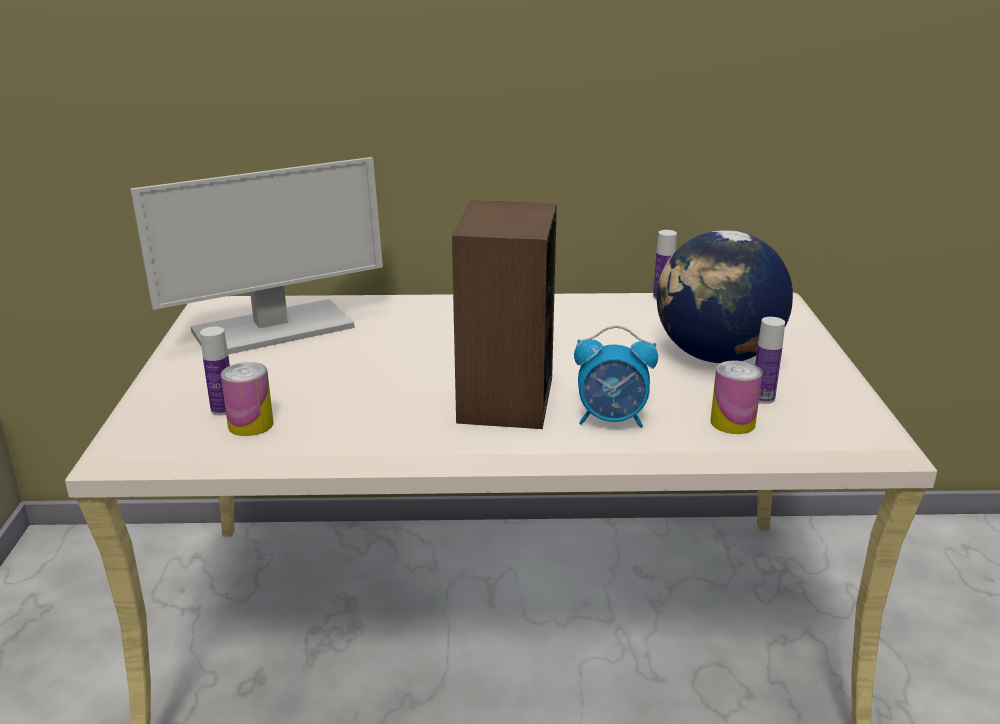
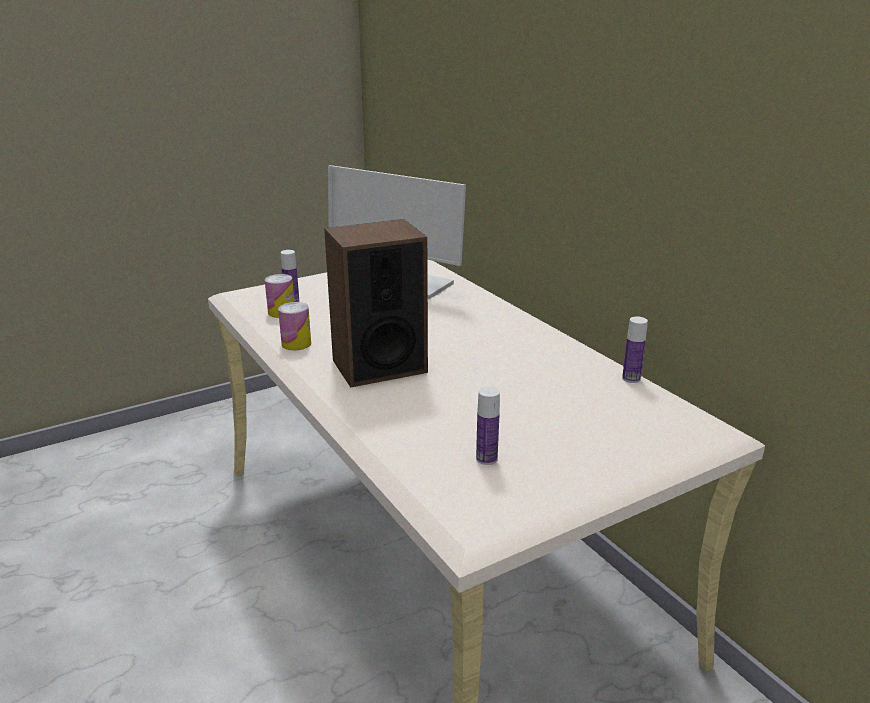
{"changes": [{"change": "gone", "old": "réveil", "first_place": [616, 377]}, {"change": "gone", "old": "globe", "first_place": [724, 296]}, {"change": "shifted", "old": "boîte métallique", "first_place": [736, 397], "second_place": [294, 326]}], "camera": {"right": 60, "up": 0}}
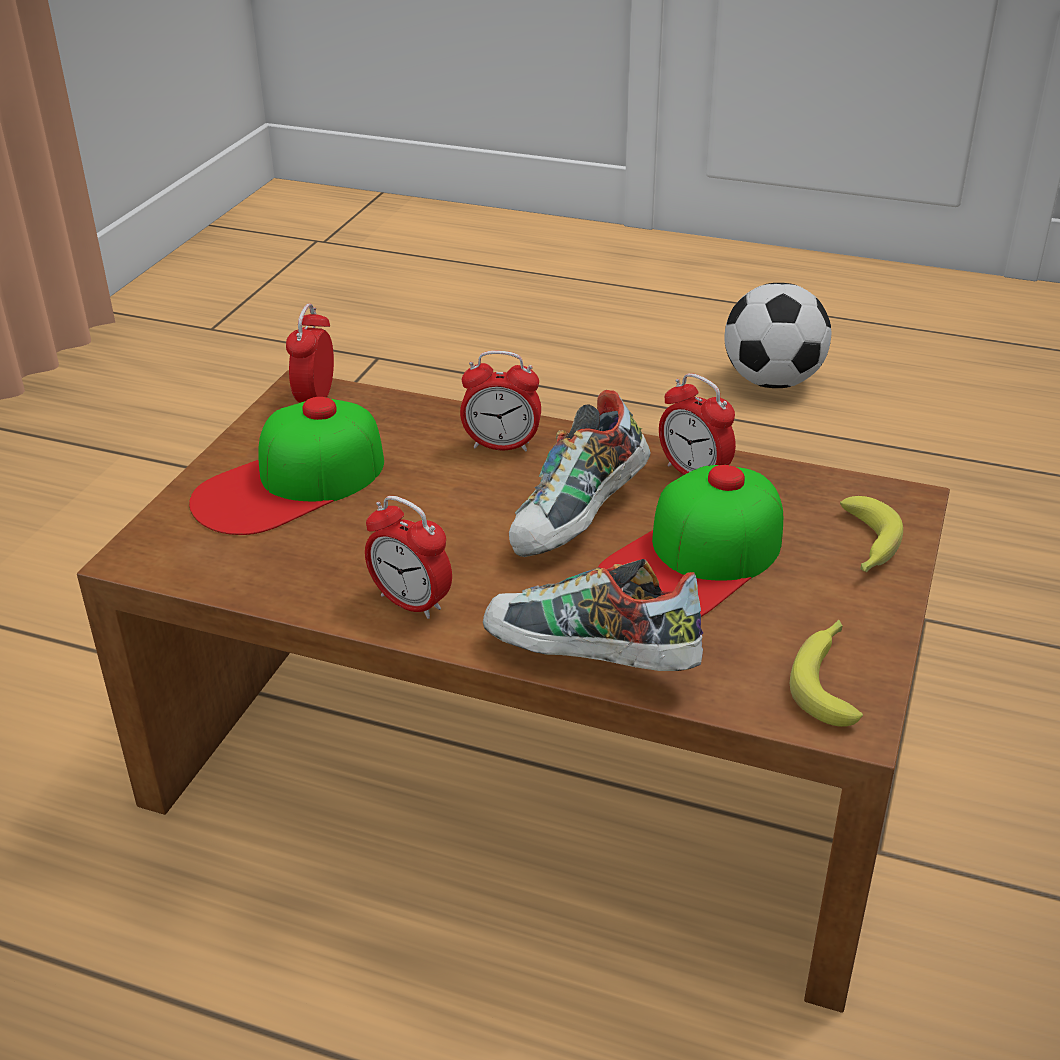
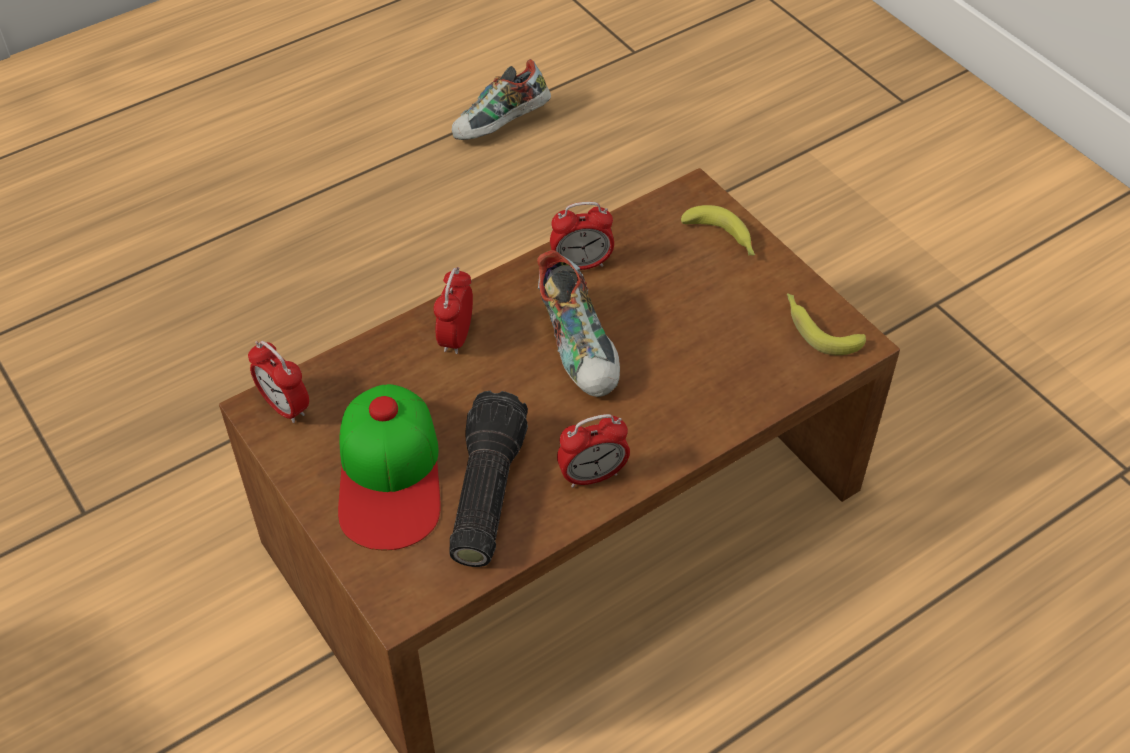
{"changes": [{"change": "rotated", "old": "réveil", "first_place": [500, 401], "second_place": [453, 310], "degrees": 150}, {"change": "shifted", "old": "chaussure", "first_place": [593, 615], "second_place": [501, 99]}, {"change": "gone", "old": "casquette", "first_place": [690, 541]}, {"change": "gone", "old": "ballon de foot", "first_place": [778, 335]}, {"change": "new", "new": "lampe de poche", "second_place": [488, 478]}], "camera": {"right": -55, "up": 15}}
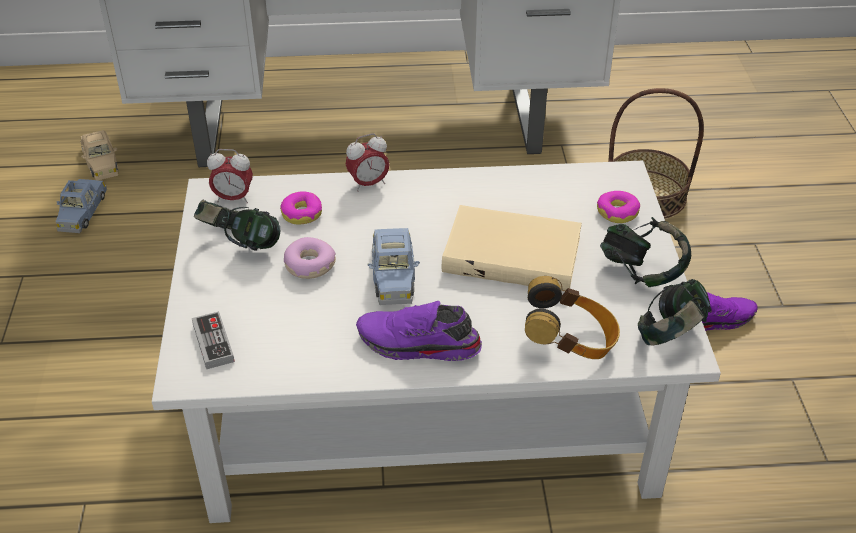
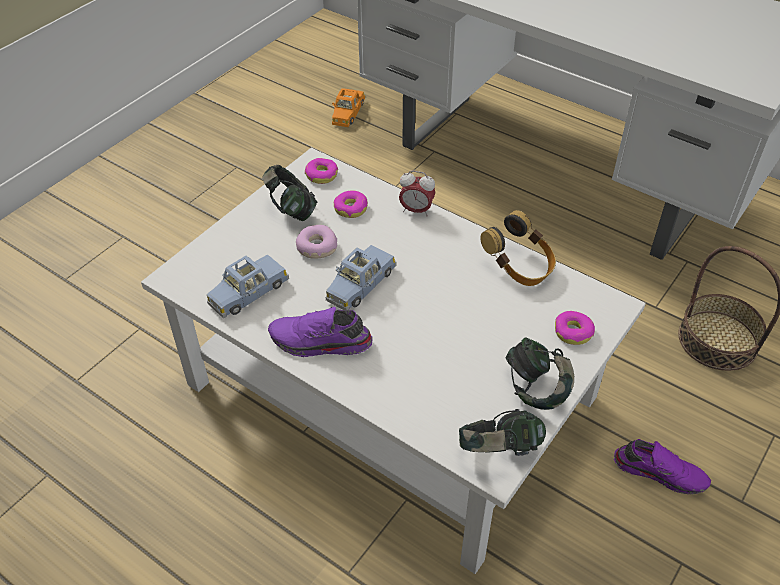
{"changes": [{"change": "shifted", "old": "petite voiture/bleu", "first_place": [81, 206], "second_place": [247, 286]}, {"change": "repainted", "old": "petite voiture/beige", "new": "petite voiture/orange", "first_place": [99, 155], "second_place": [348, 107]}, {"change": "gone", "old": "manette", "first_place": [213, 340]}, {"change": "swapped", "old": "réveil", "new": "beignet", "first_place": [230, 176], "second_place": [321, 171]}, {"change": "rotated", "old": "chaussure/violet", "first_place": [419, 331], "second_place": [320, 332], "degrees": -45}, {"change": "gone", "old": "livre/beige", "first_place": [512, 248]}, {"change": "shifted", "old": "casque audio", "first_place": [572, 317], "second_place": [518, 248]}], "camera": {"right": 40, "up": 5}}
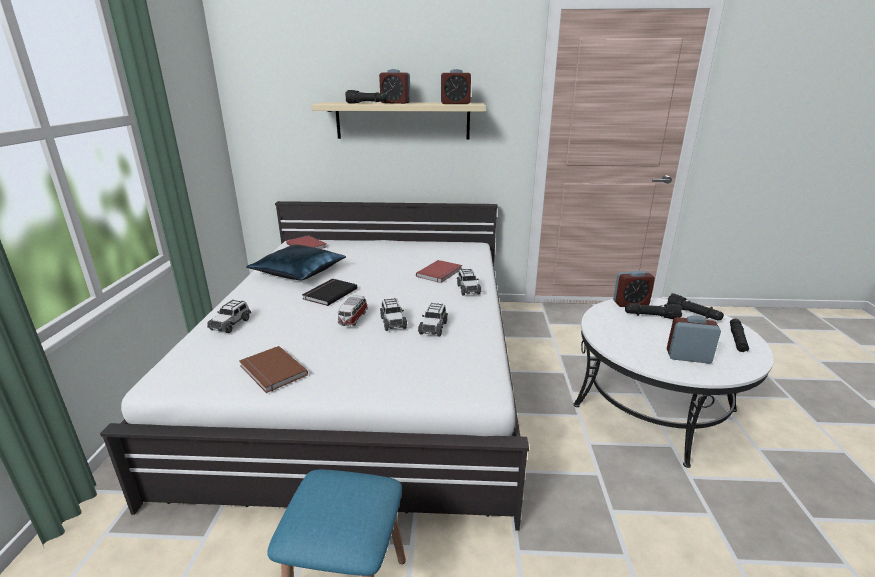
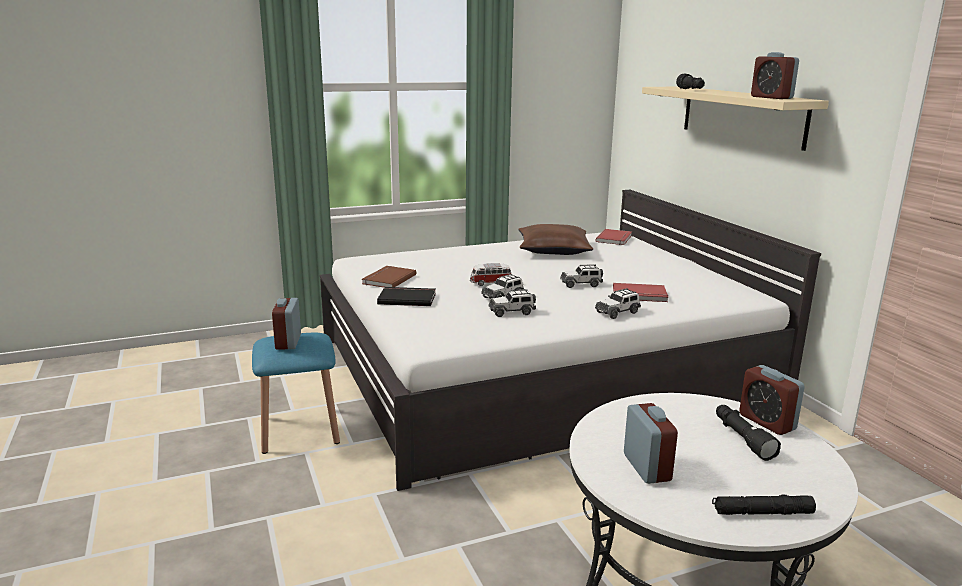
{"changes": [{"change": "shifted", "old": "petite voiture", "first_place": [229, 316], "second_place": [581, 276]}, {"change": "repainted", "old": "coussin/bleu", "new": "coussin/marron", "first_place": [296, 262], "second_place": [555, 239]}, {"change": "shifted", "old": "livre/noir", "first_place": [329, 292], "second_place": [406, 296]}, {"change": "shifted", "old": "réveil", "first_place": [395, 86], "second_place": [286, 324]}, {"change": "gone", "old": "lampe de poche/noir", "first_place": [695, 306]}], "camera": {"right": 65, "up": -5}}
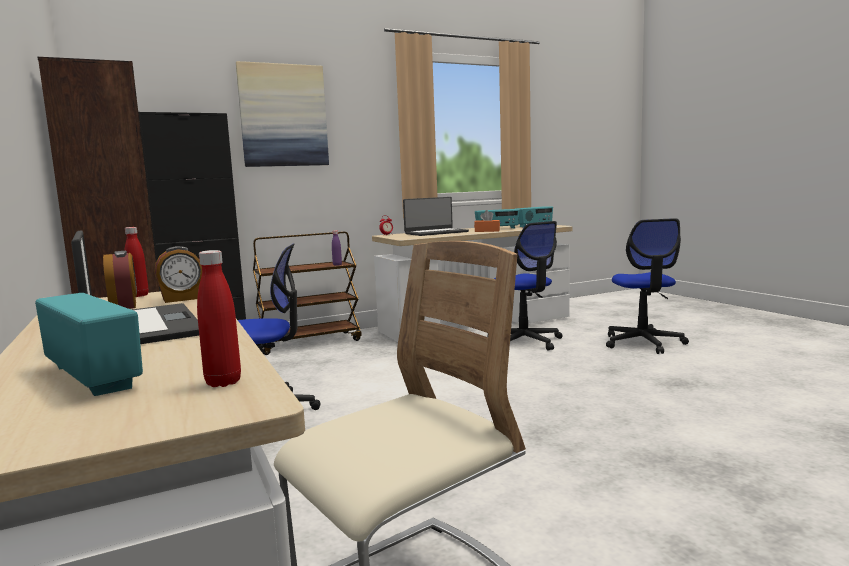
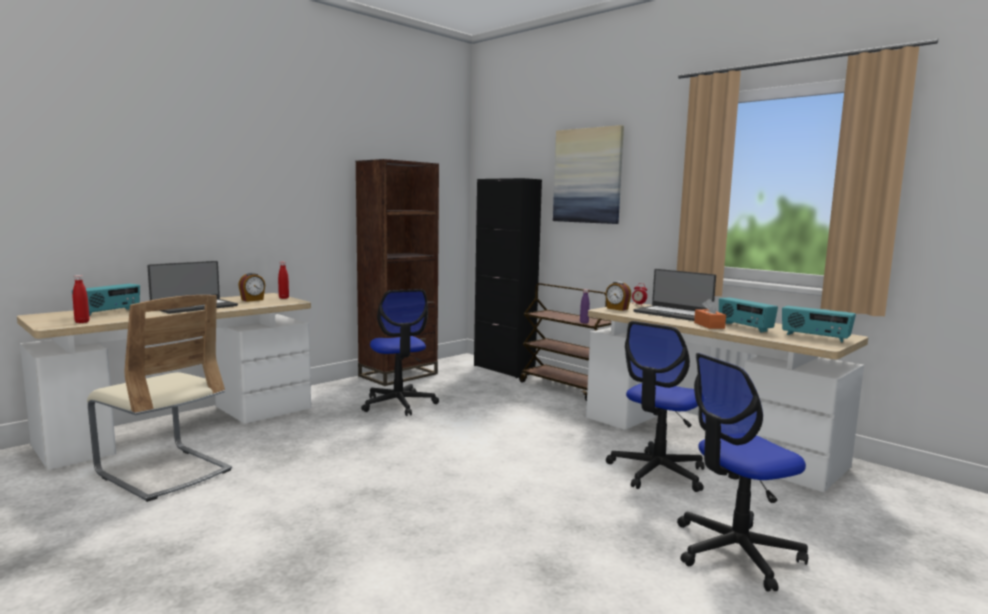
{"changes": [{"change": "shifted", "old": "réveil", "first_place": [178, 274], "second_place": [618, 296]}], "camera": {"right": 70, "up": 0}}
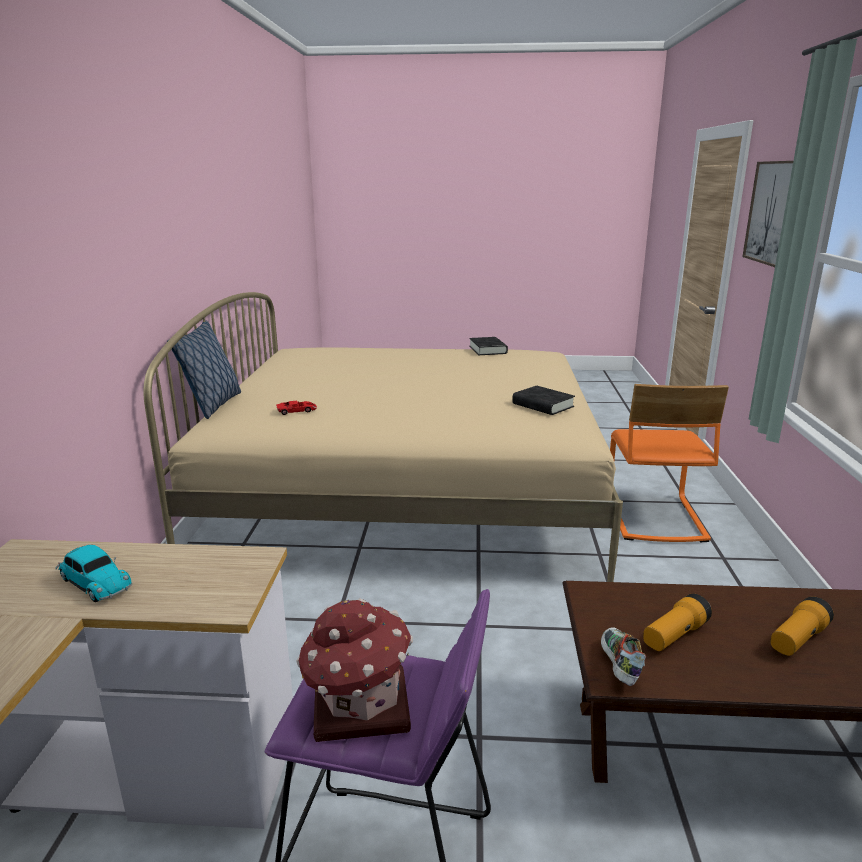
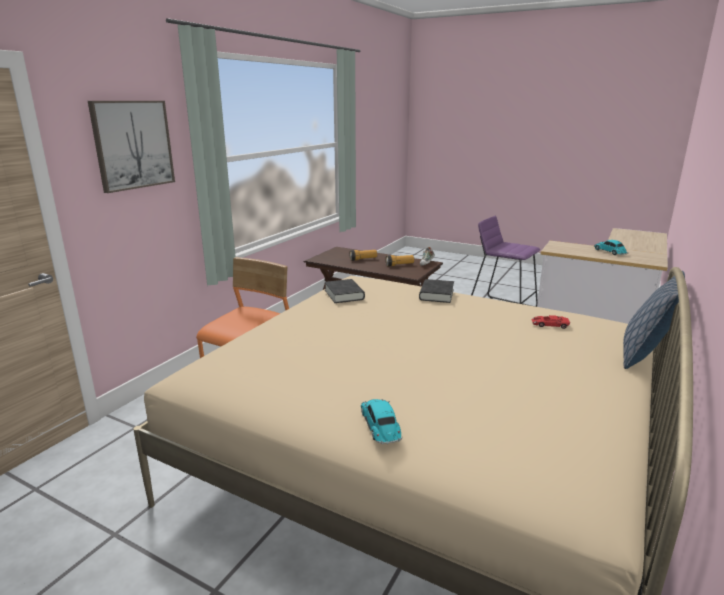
{"changes": [{"change": "gone", "old": "maison miniature", "first_place": [354, 670]}, {"change": "shifted", "old": "livre/noir", "first_place": [488, 346], "second_place": [436, 291]}, {"change": "new", "new": "petite voiture", "second_place": [382, 421]}], "camera": {"right": -155, "up": 0}}
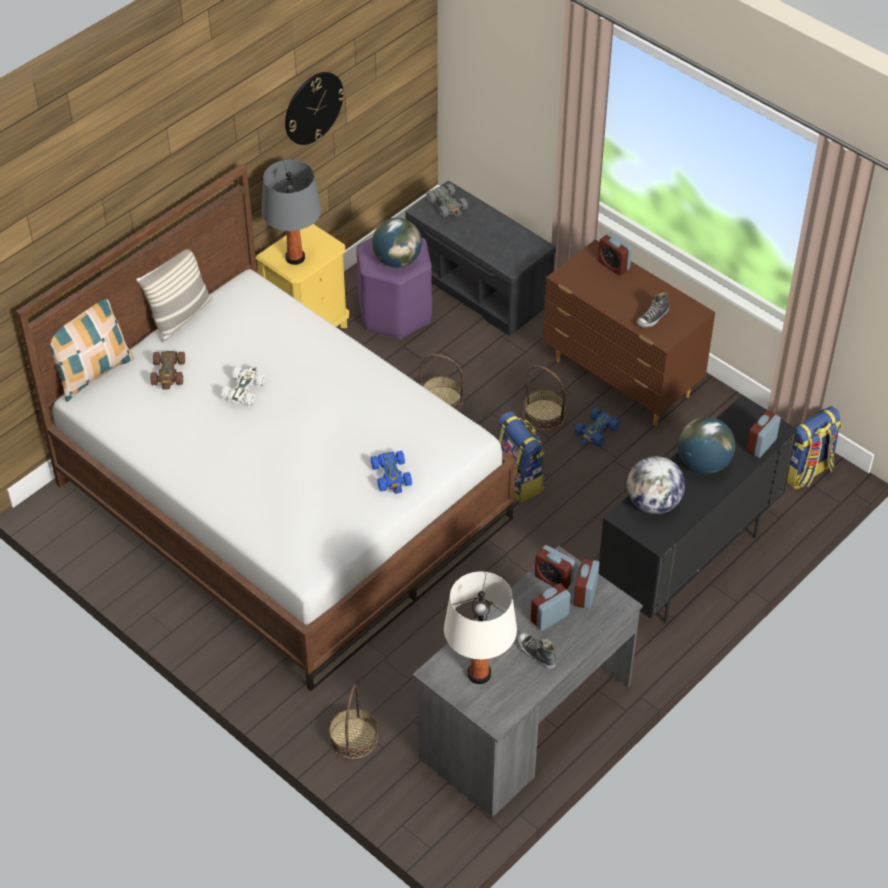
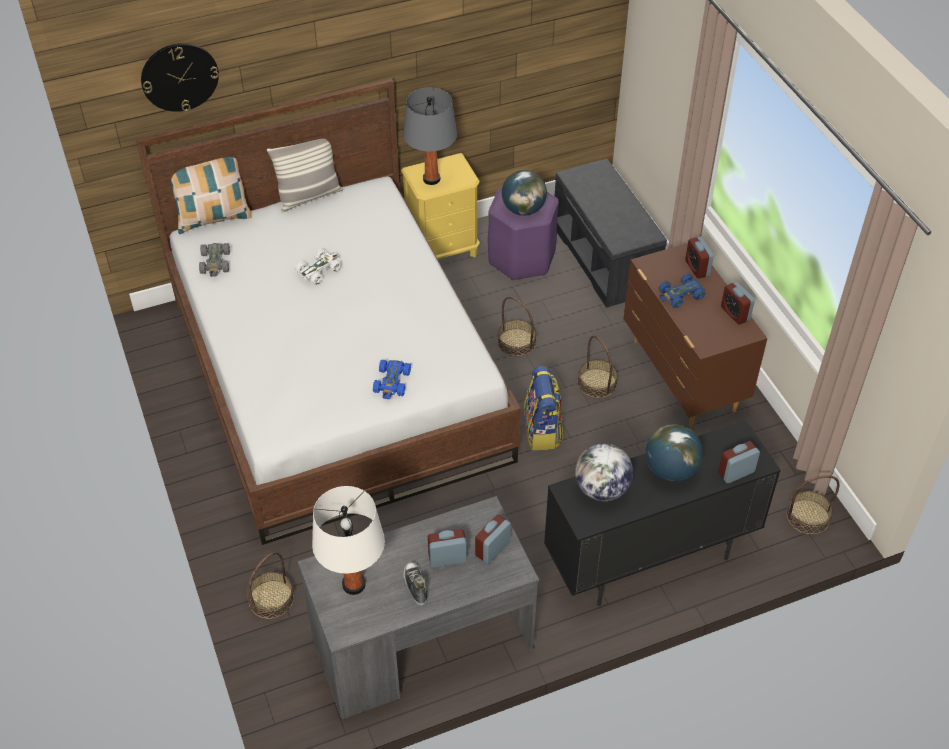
{"changes": [{"change": "gone", "old": "petite voiture/marron", "first_place": [167, 370]}, {"change": "shifted", "old": "horloge murale", "first_place": [315, 108], "second_place": [180, 77]}, {"change": "shifted", "old": "petite voiture/gris", "first_place": [447, 200], "second_place": [214, 260]}, {"change": "shifted", "old": "réveil", "first_place": [555, 567], "second_place": [738, 303]}, {"change": "shifted", "old": "petite voiture/bleu", "first_place": [597, 427], "second_place": [682, 291]}, {"change": "gone", "old": "chaussure", "first_place": [653, 310]}, {"change": "swapped", "old": "sac à dos", "new": "panier", "first_place": [814, 447], "second_place": [812, 505]}], "camera": {"right": 25, "up": 0}}
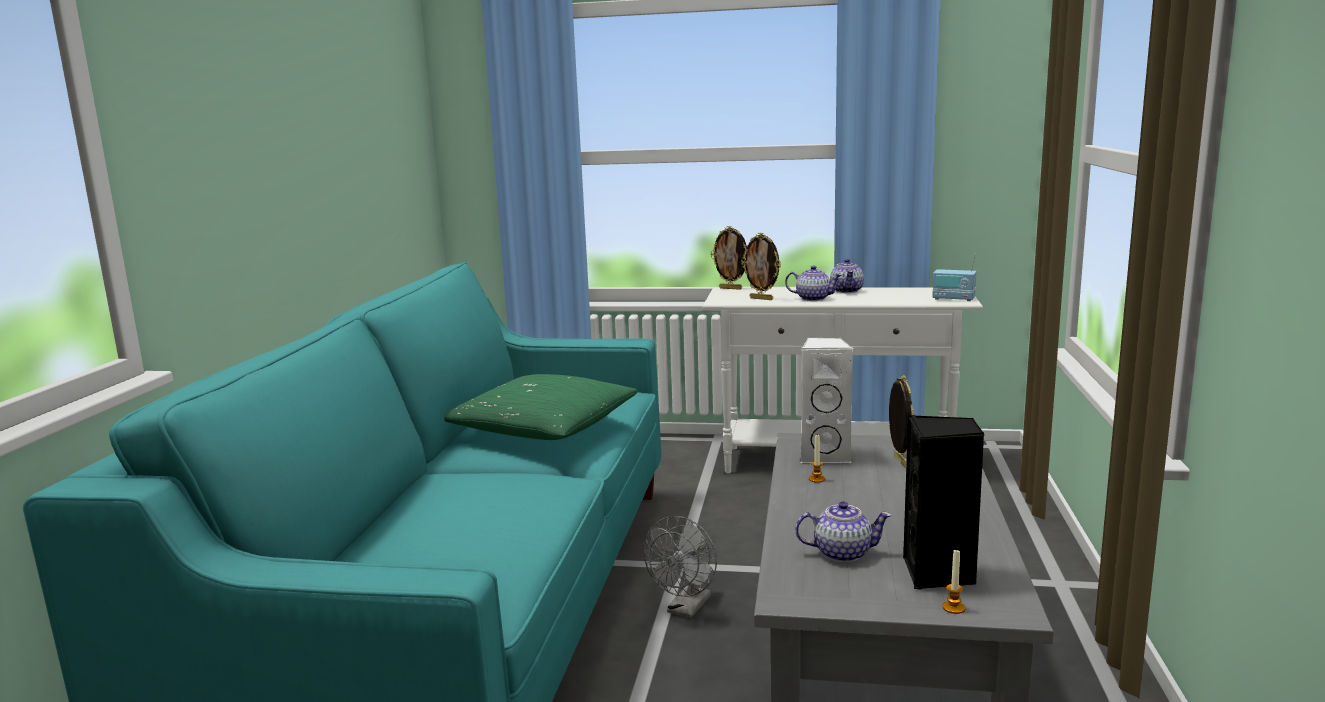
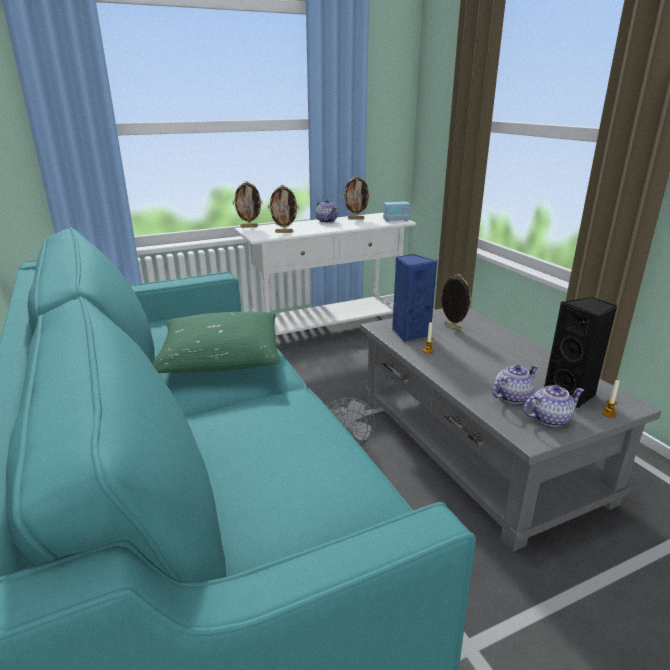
{"changes": [{"change": "shifted", "old": "théière", "first_place": [813, 283], "second_place": [553, 406]}, {"change": "repainted", "old": "enceinte/blanc", "new": "enceinte/bleu", "first_place": [827, 400], "second_place": [414, 298]}, {"change": "new", "new": "cadre photo", "second_place": [357, 197]}], "camera": {"right": -35, "up": 10}}
